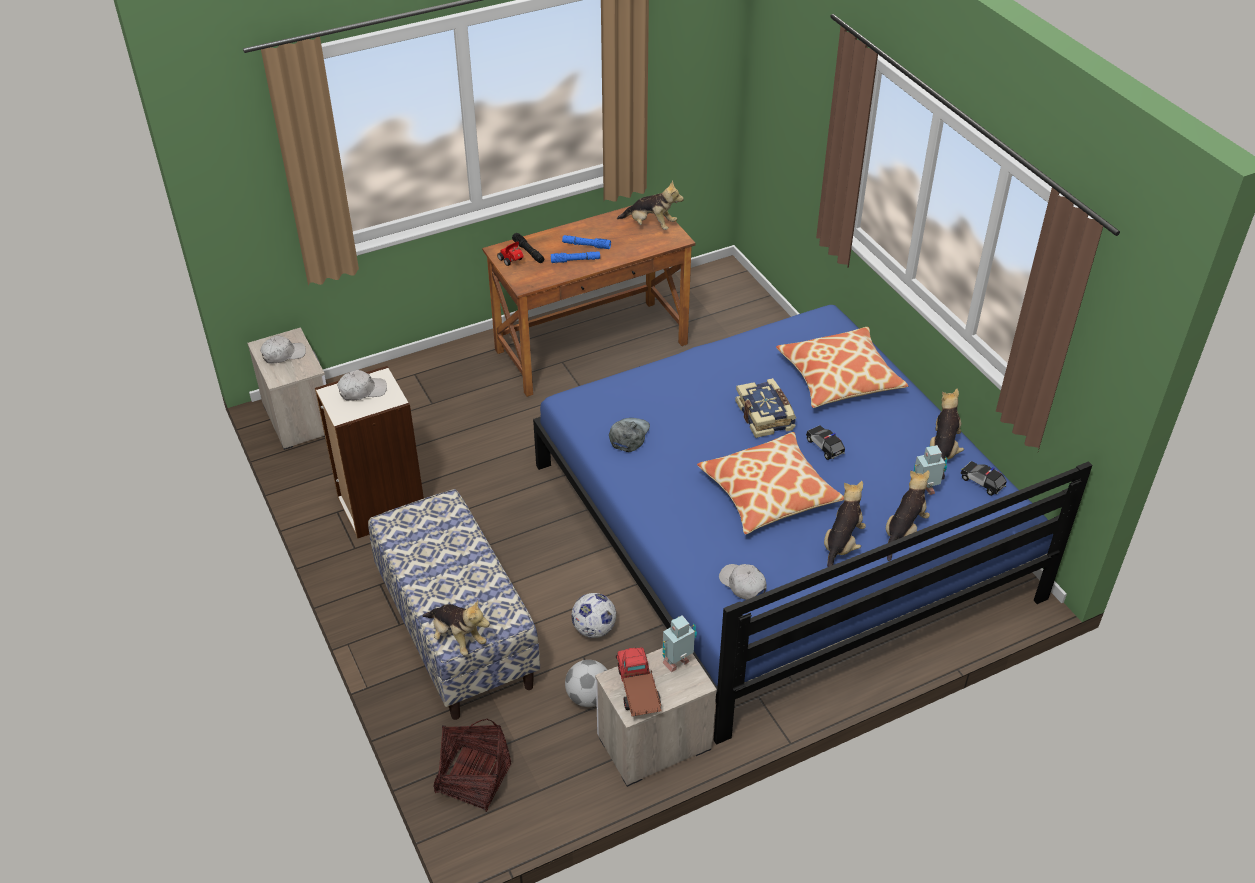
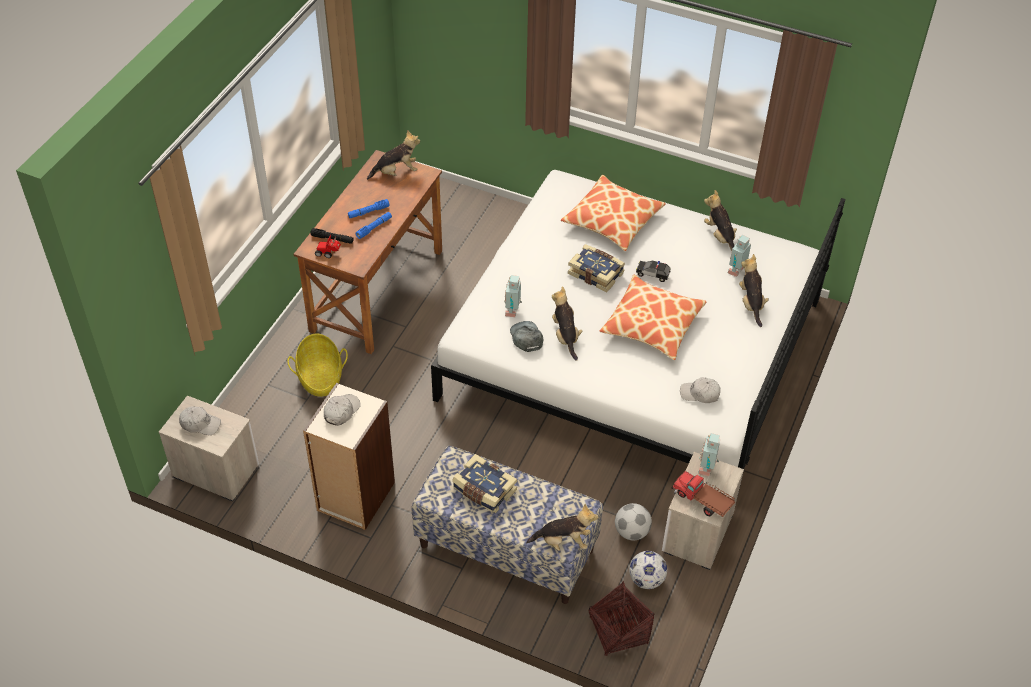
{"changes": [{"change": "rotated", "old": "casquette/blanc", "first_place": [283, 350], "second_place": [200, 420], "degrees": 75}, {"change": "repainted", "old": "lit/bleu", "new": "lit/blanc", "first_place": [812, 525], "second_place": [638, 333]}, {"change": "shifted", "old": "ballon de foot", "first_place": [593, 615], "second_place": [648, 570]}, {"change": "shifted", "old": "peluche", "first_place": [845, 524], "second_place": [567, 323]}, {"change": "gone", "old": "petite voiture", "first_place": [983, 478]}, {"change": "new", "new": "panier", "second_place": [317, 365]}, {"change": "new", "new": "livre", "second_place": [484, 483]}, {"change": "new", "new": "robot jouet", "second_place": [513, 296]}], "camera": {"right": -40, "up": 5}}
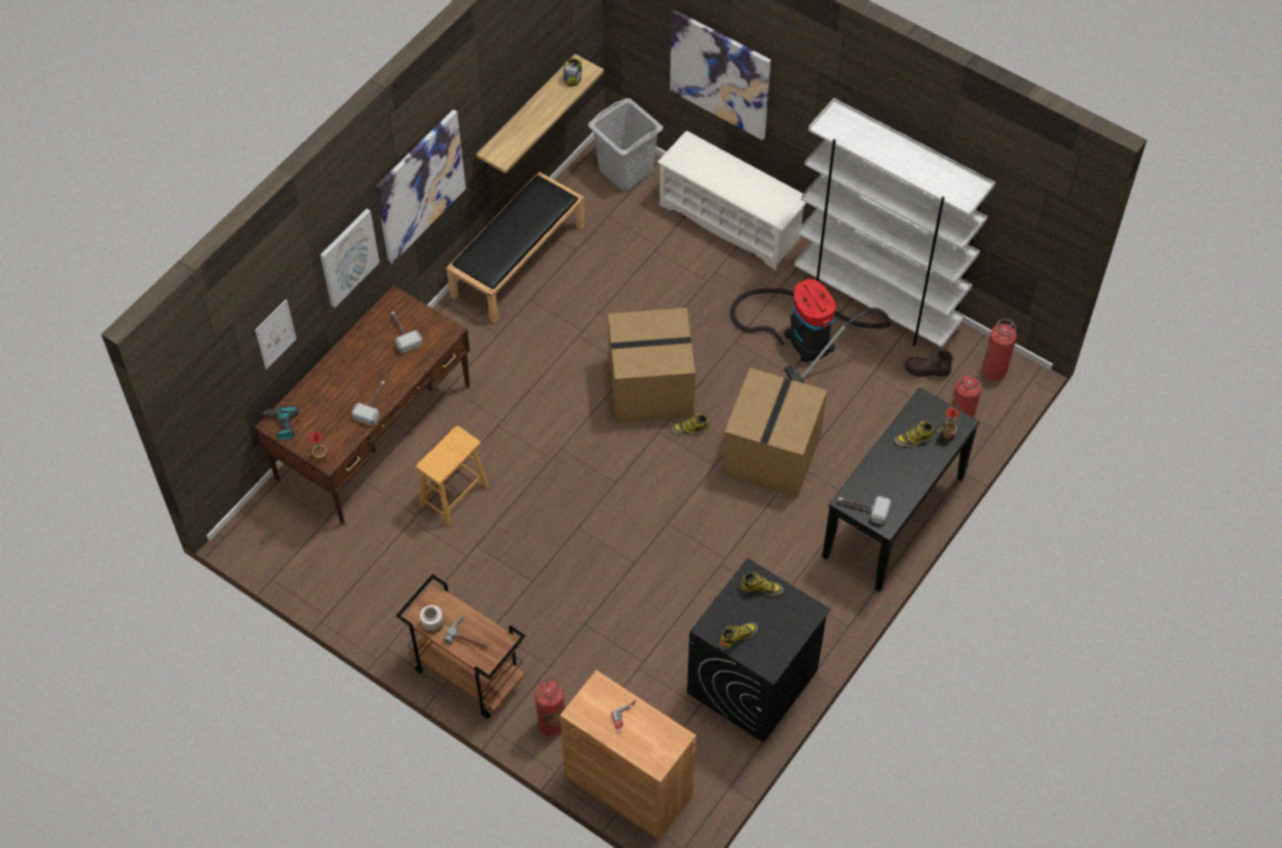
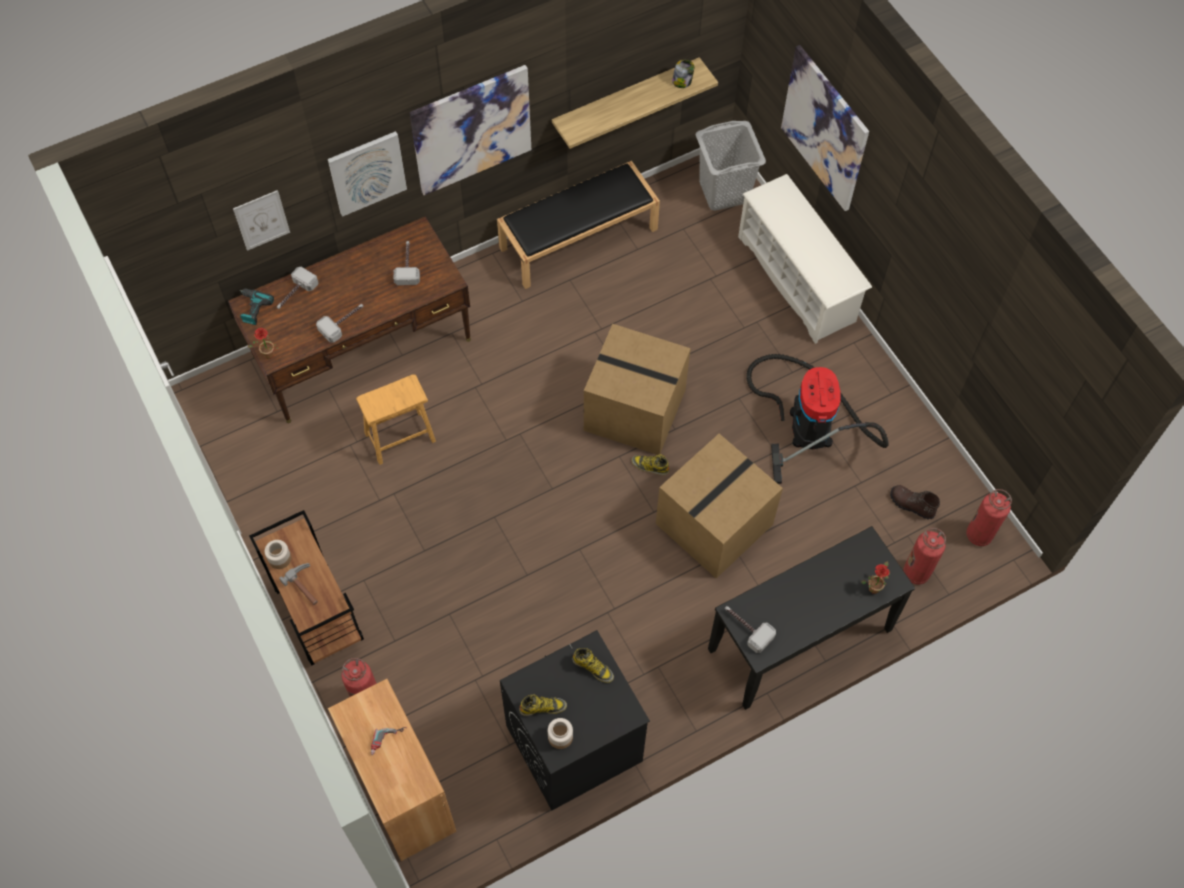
{"changes": [{"change": "gone", "old": "bibliothèque/blanc", "first_place": [894, 223]}, {"change": "gone", "old": "botte", "first_place": [914, 434]}, {"change": "new", "new": "marteau", "second_place": [298, 288]}, {"change": "new", "new": "bocal", "second_place": [560, 733]}], "camera": {"right": 25, "up": 5}}
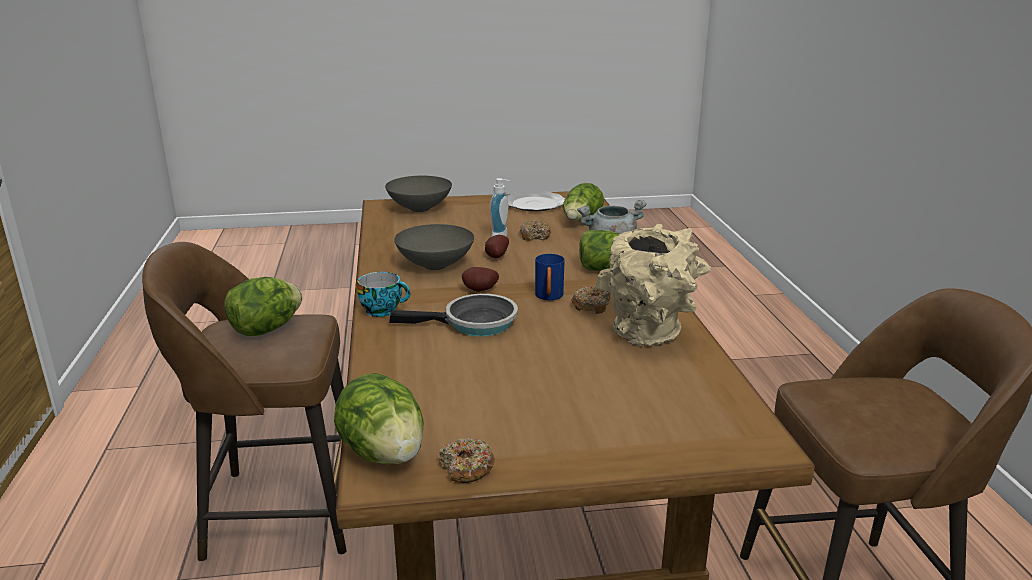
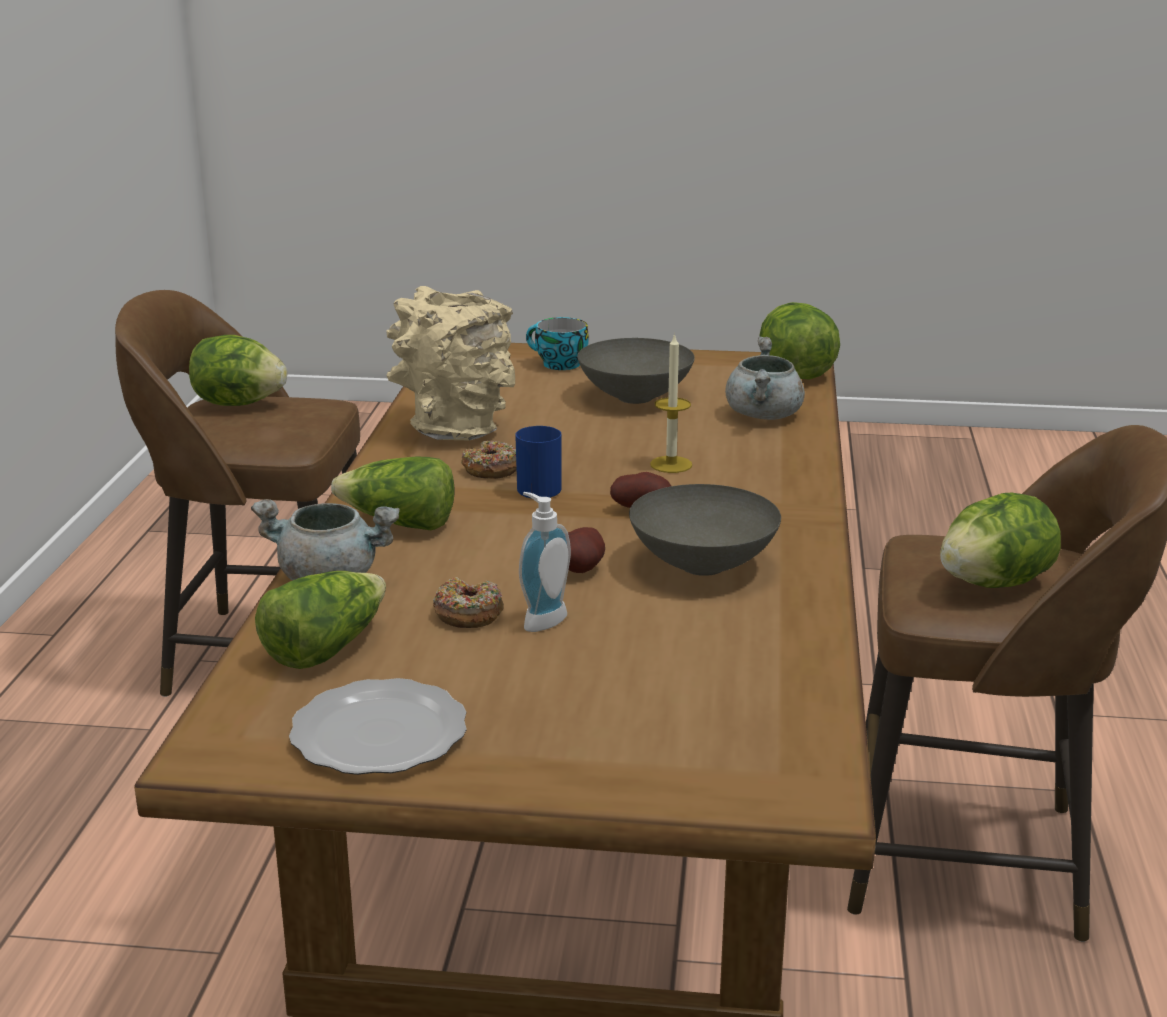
{"changes": [{"change": "shifted", "old": "tasse", "first_place": [383, 294], "second_place": [557, 343]}, {"change": "shifted", "old": "bol/gris", "first_place": [418, 194], "second_place": [636, 371]}, {"change": "swapped", "old": "poêle", "new": "bougie", "first_place": [453, 315], "second_place": [671, 403]}, {"change": "gone", "old": "beignet", "first_place": [467, 460]}, {"change": "new", "new": "laitue", "second_place": [238, 370]}, {"change": "new", "new": "marmite/gris", "second_place": [765, 378]}], "camera": {"right": -165, "up": 0}}
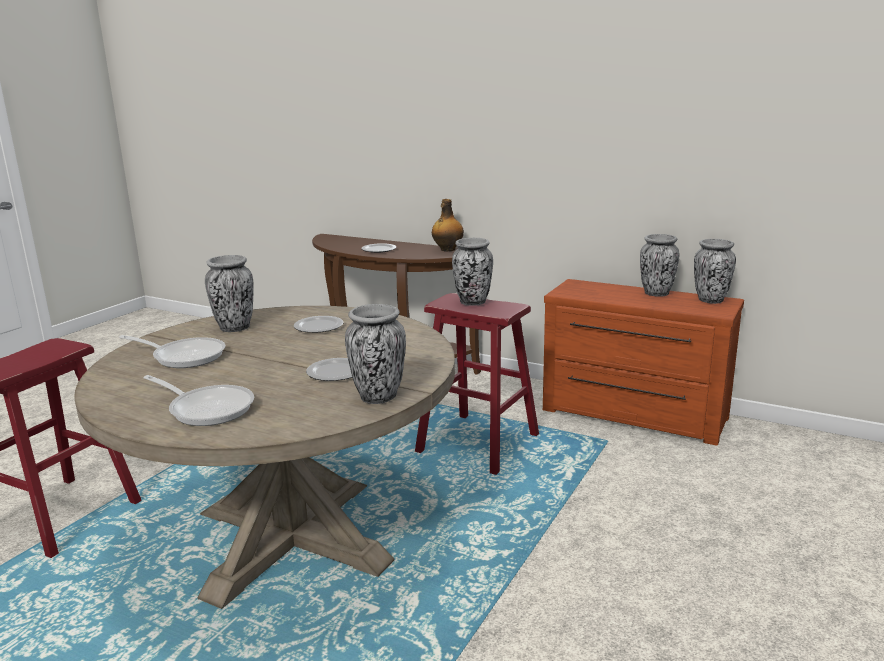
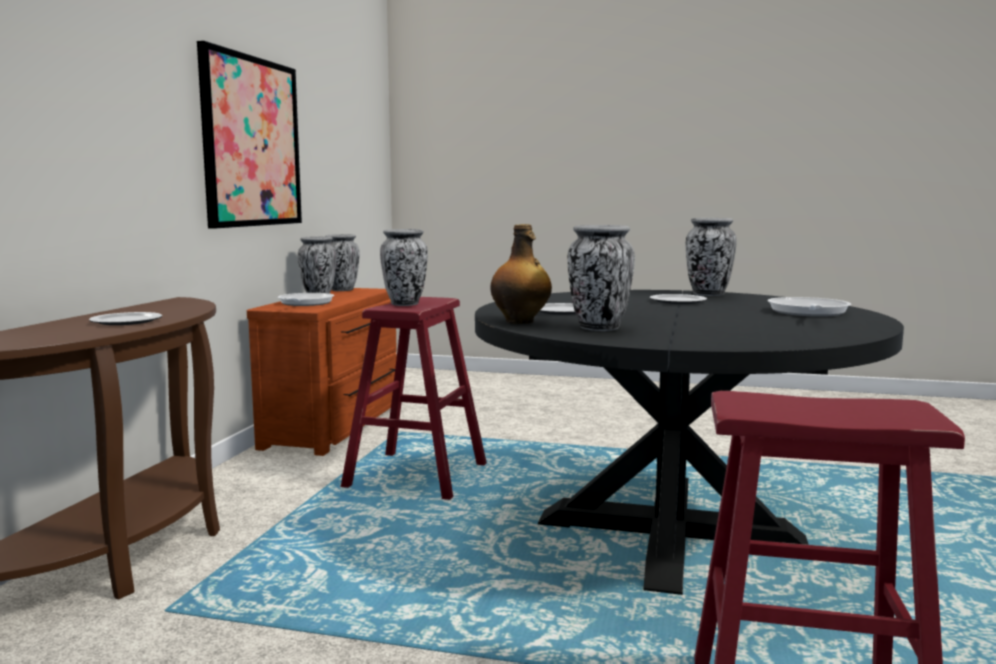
{"changes": [{"change": "repainted", "old": "table à manger/beige", "new": "table à manger/noir", "first_place": [264, 457], "second_place": [689, 442]}, {"change": "shifted", "old": "poêle", "first_place": [172, 351], "second_place": [306, 299]}, {"change": "shifted", "old": "bouteille", "first_place": [448, 225], "second_place": [521, 274]}, {"change": "new", "new": "tableau", "second_place": [249, 134]}], "camera": {"right": -105, "up": -10}}
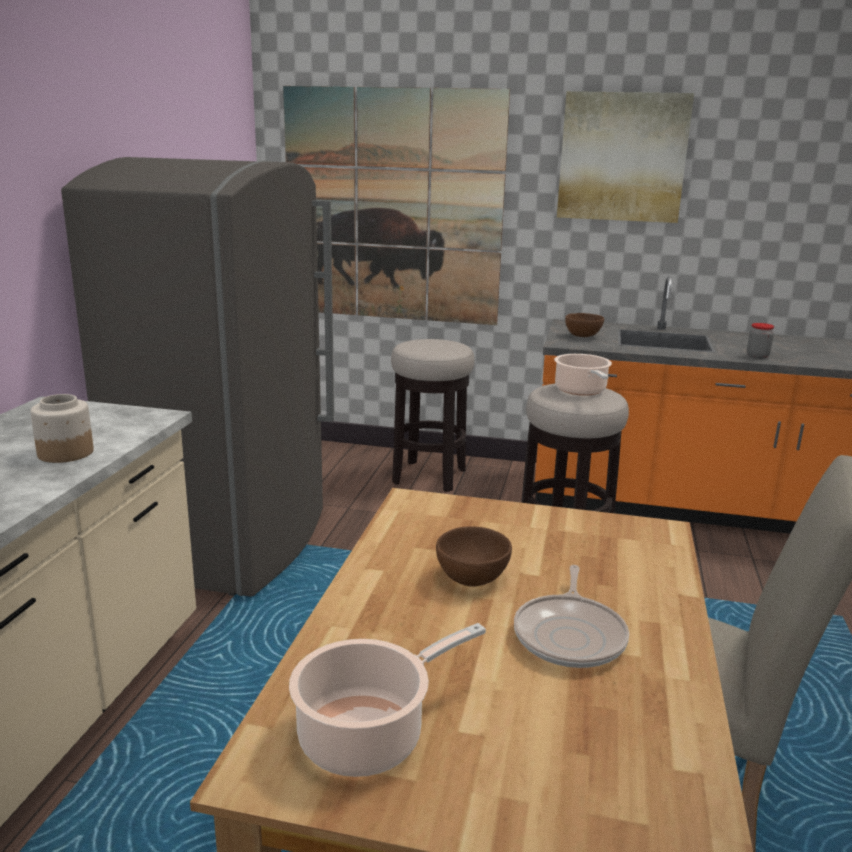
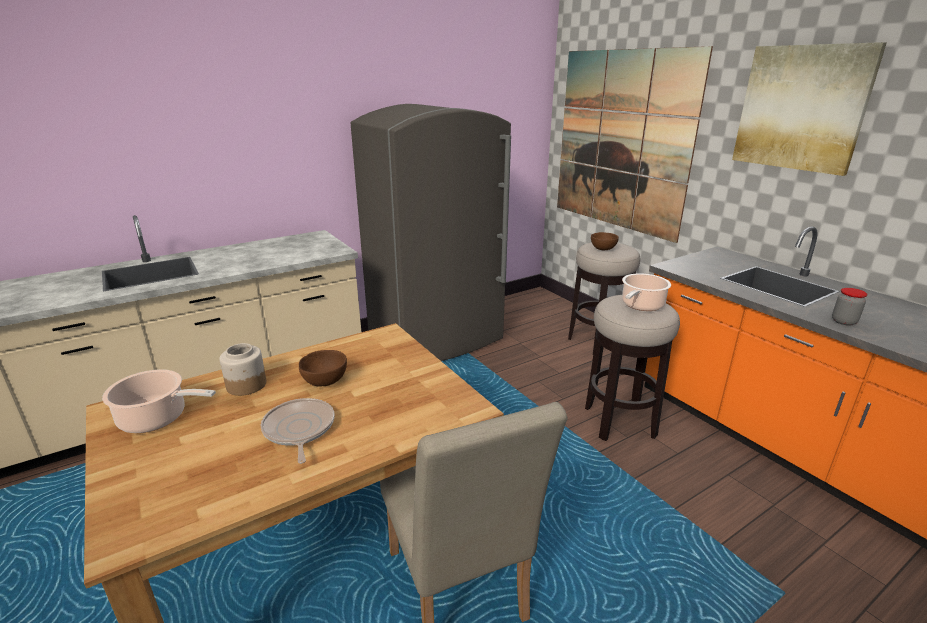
{"changes": [{"change": "shifted", "old": "bocal", "first_place": [62, 428], "second_place": [242, 369]}, {"change": "rotated", "old": "poêle", "first_place": [571, 616], "second_place": [297, 431], "degrees": 105}, {"change": "shifted", "old": "bol/marron", "first_place": [584, 325], "second_place": [605, 241]}], "camera": {"right": 45, "up": 5}}
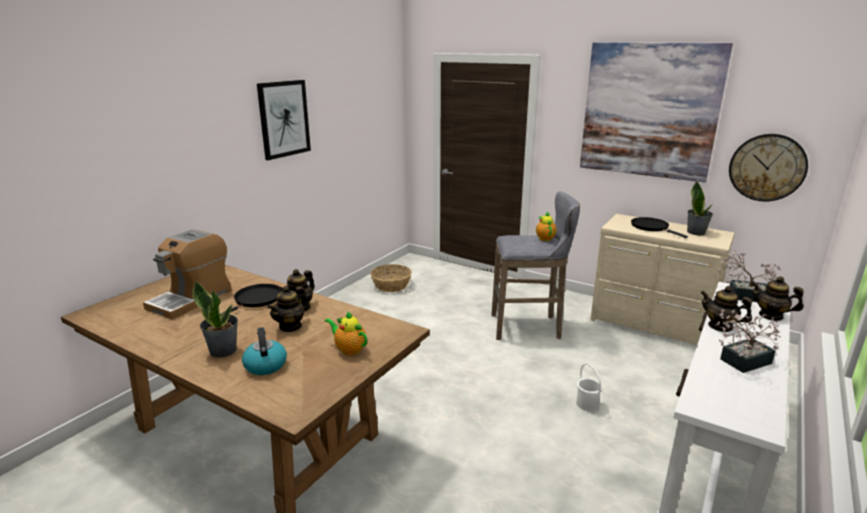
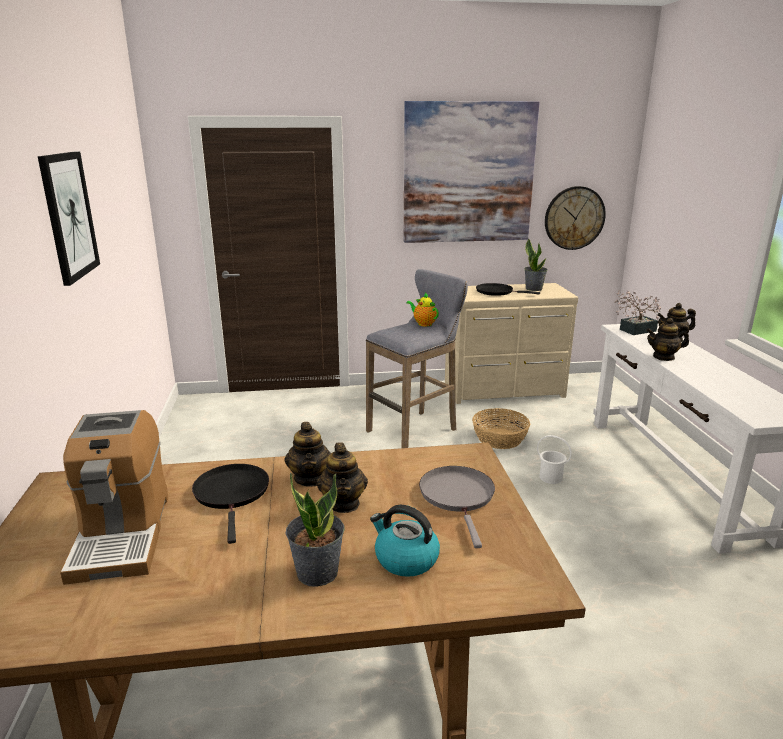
{"changes": [{"change": "swapped", "old": "théière", "new": "poêle/gris", "first_place": [346, 333], "second_place": [457, 507]}, {"change": "shifted", "old": "panier", "first_place": [391, 278], "second_place": [501, 428]}, {"change": "gone", "old": "plante en pot", "first_place": [748, 341]}], "camera": {"right": -40, "up": 0}}
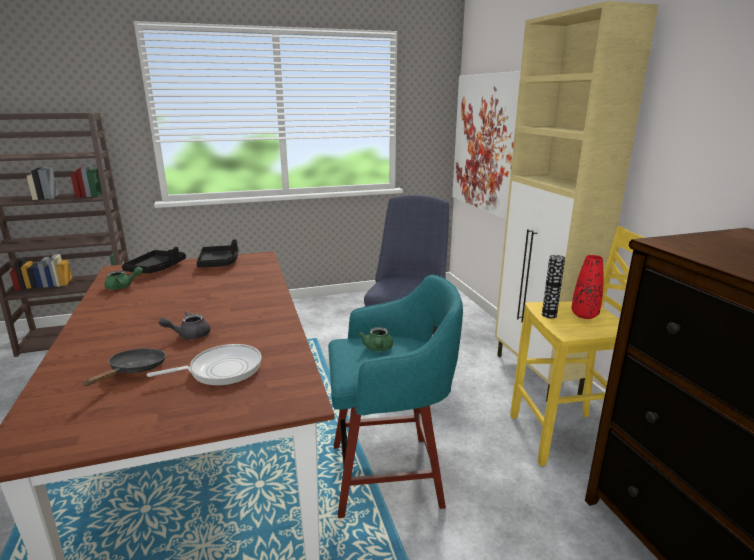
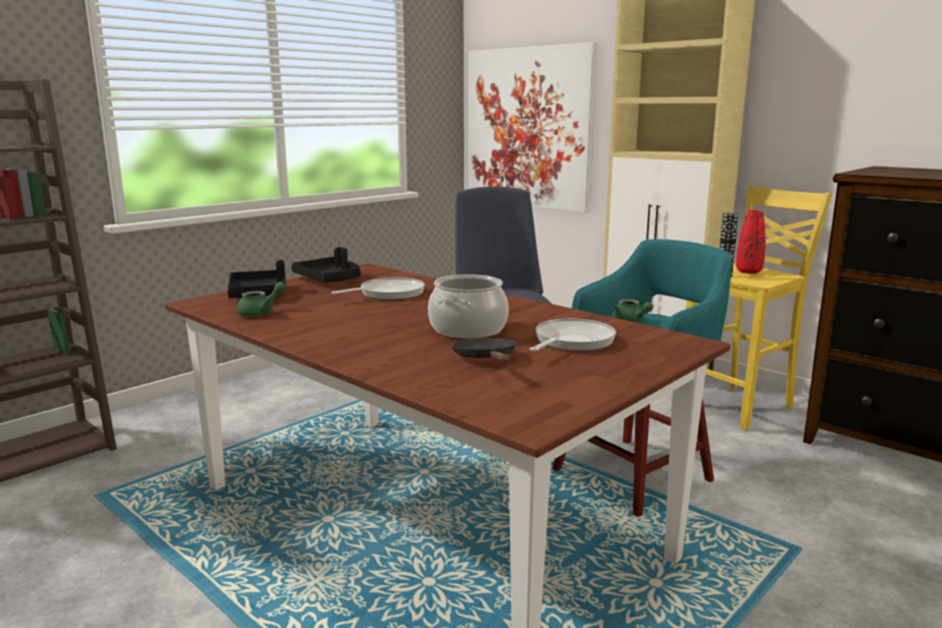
{"changes": [{"change": "swapped", "old": "théière/gris", "new": "marmite", "first_place": [184, 325], "second_place": [468, 306]}, {"change": "new", "new": "poêle", "second_place": [378, 289]}], "camera": {"right": -30, "up": -5}}
